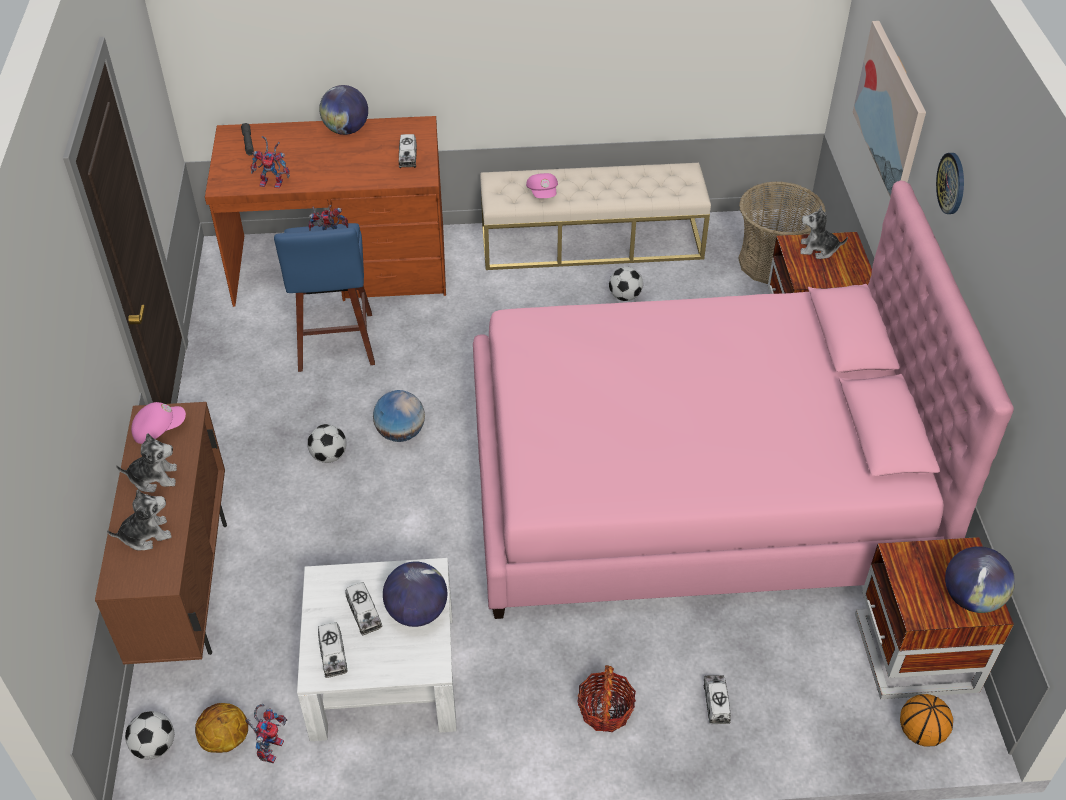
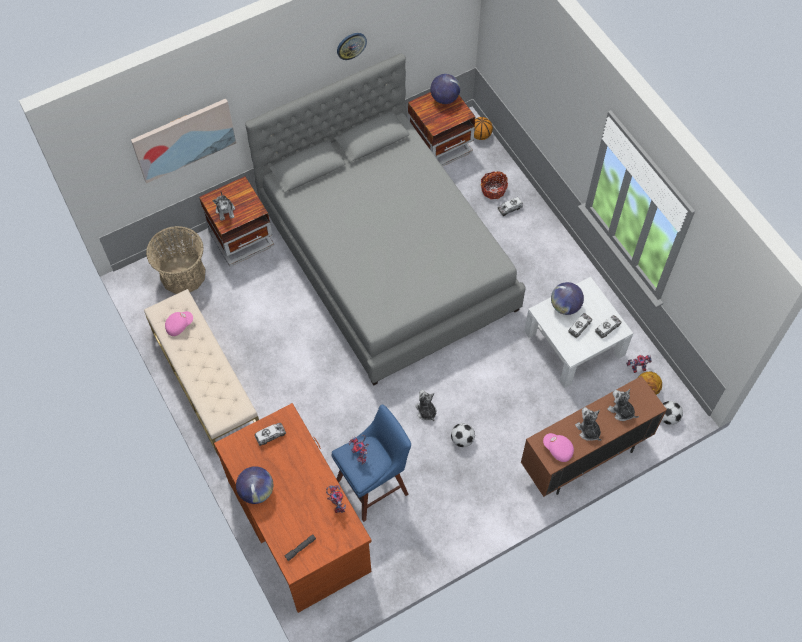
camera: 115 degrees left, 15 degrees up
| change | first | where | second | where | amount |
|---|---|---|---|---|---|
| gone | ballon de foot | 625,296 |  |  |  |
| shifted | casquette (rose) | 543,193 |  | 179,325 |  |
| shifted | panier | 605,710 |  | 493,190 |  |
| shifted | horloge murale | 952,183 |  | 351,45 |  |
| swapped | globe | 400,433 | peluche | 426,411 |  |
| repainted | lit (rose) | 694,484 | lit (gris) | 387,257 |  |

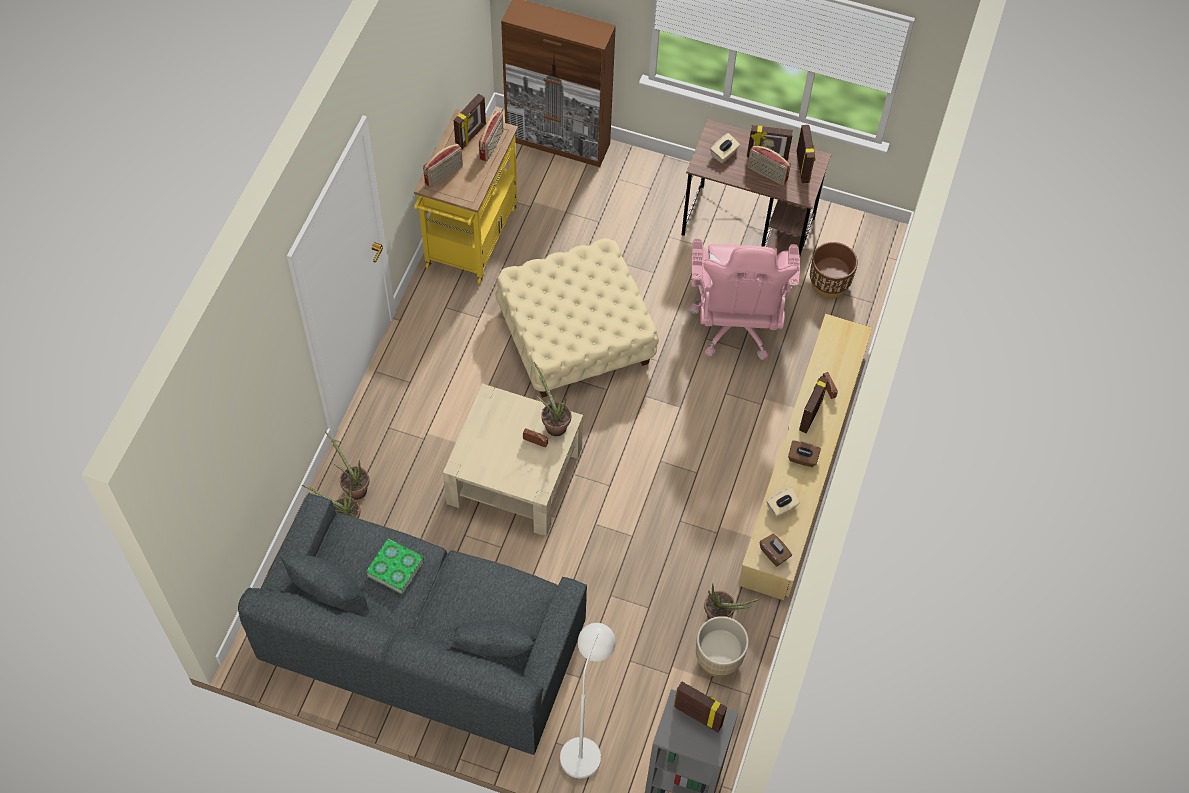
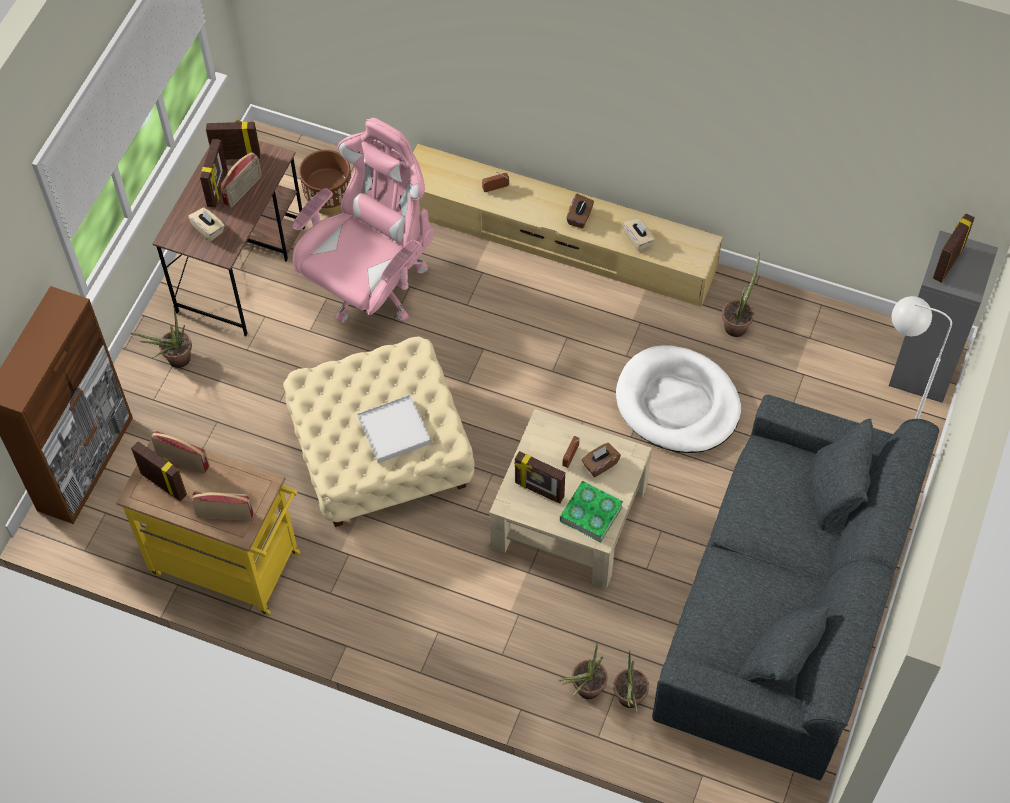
camera: 85 degrees left, 0 degrees up
| change | first | where | second | where | amount |
|---|---|---|---|---|---|
| gone | cache-pot (beige) | 718,658 |  |  |  |
| new |  |  | plateau (blanc) | 394,430 |  |
| new |  |  | panier pour chien (blanc) | 677,403 |  |
| shifted | livre | 395,568 |  | 591,514 |  |
| shifted | plante en pot | 553,423 |  | 174,361 |  |
| shifted | boîte à mouchoirs (marron) | 774,554 |  | 600,464 |  |
| shifted | cadre photo | 810,415 |  | 539,490 |  |
| rotated | radio | 444,175 |  | 225,514 | 45 degrees counterclockwise |
| rotated | chaise de bureau (rose) | 735,319 |  | 369,289 | 60 degrees counterclockwise |

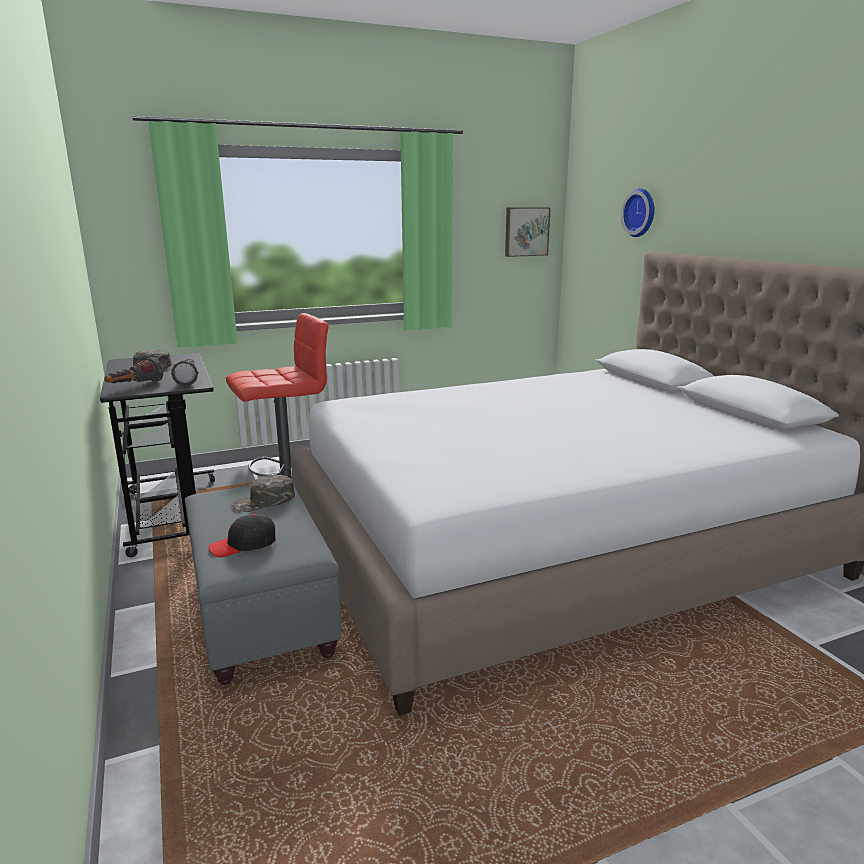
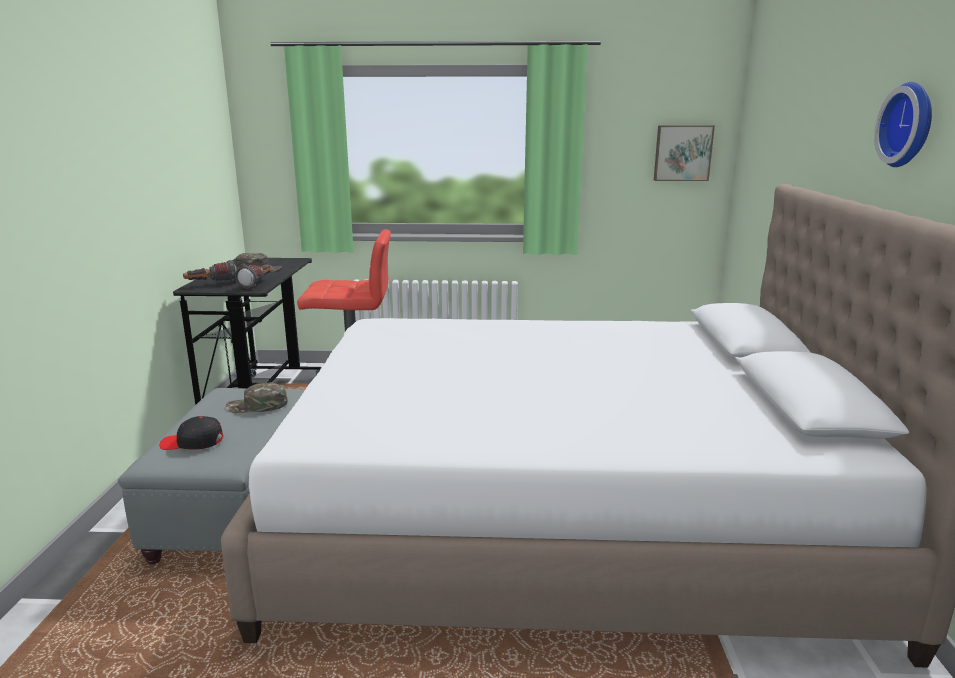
camera: 25 degrees right, 0 degrees up
| change | first | where | second | where | amount |
|---|---|---|---|---|---|
| shifted | horloge murale | 641,212 |  | 910,125 |  |

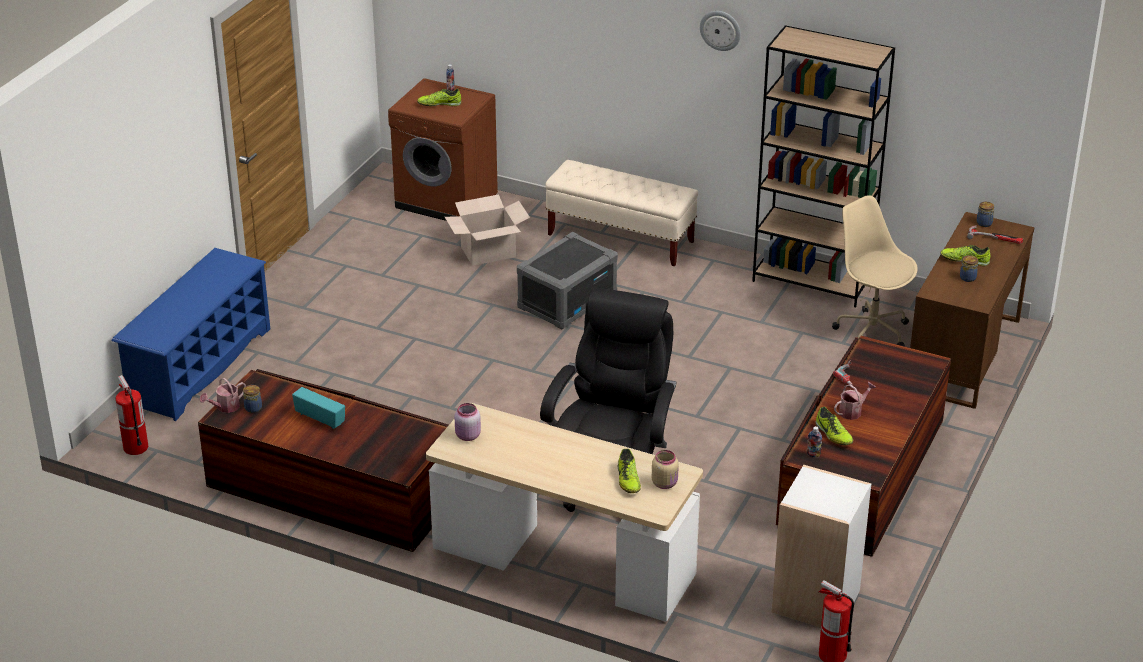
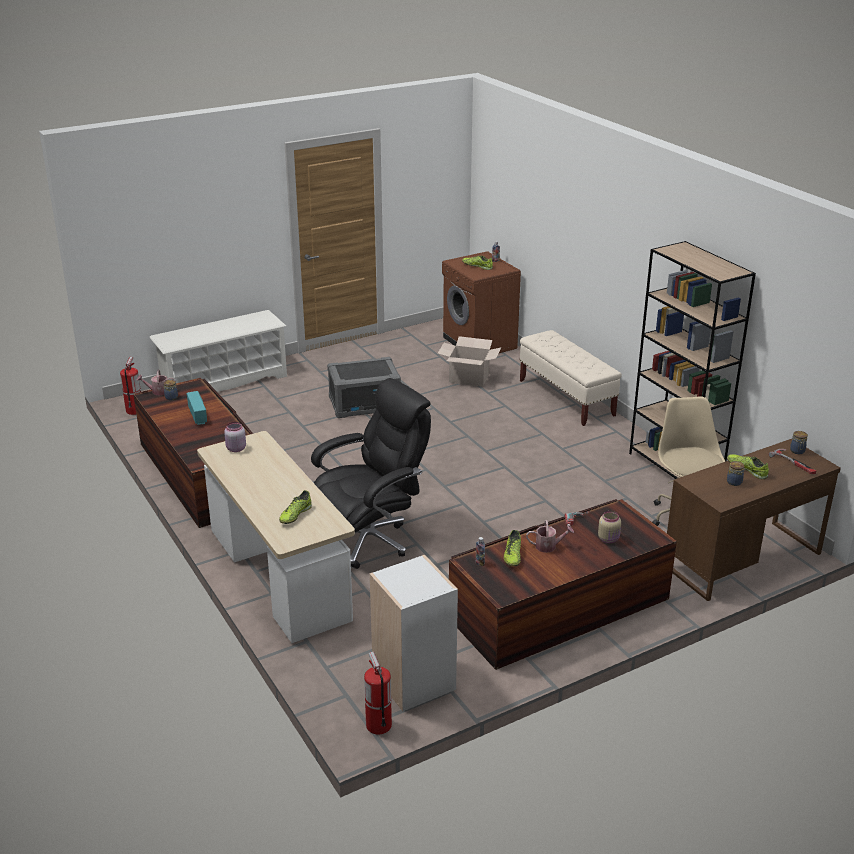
camera: 35 degrees right, 5 degrees down
| change | first | where | second | where | amount |
|---|---|---|---|---|---|
| gone | horloge murale | 720,30 |  |  |  |
| shifted | boîte de rangement (gris) | 567,301 |  | 364,404 |  |
| shifted | bocal (beige) | 665,483 |  | 609,539 |  |
| repainted | étagère à chaussures (bleu) | 199,366 | étagère à chaussures (blanc) | 224,382 |  |

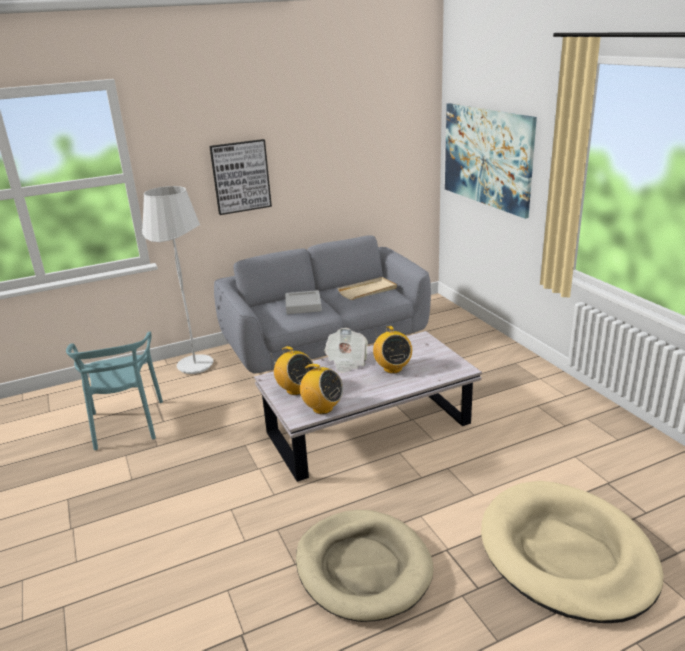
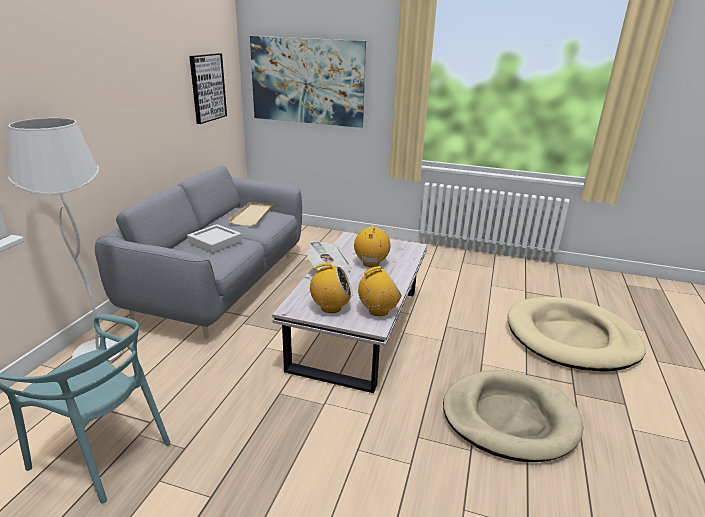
camera: 50 degrees left, 0 degrees up
| change | first | where | second | where | amount |
|---|---|---|---|---|---|
| shifted | tableau | 240,176 |  | 207,87 |  |
| rotated | radio | 392,368 |  | 371,263 | 105 degrees counterclockwise |

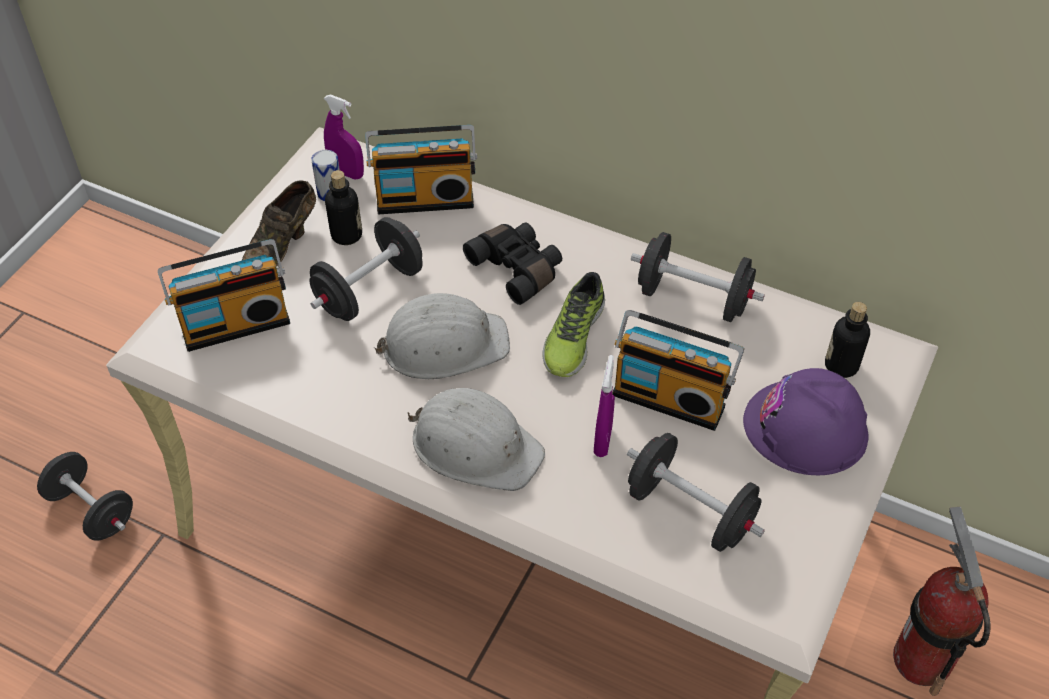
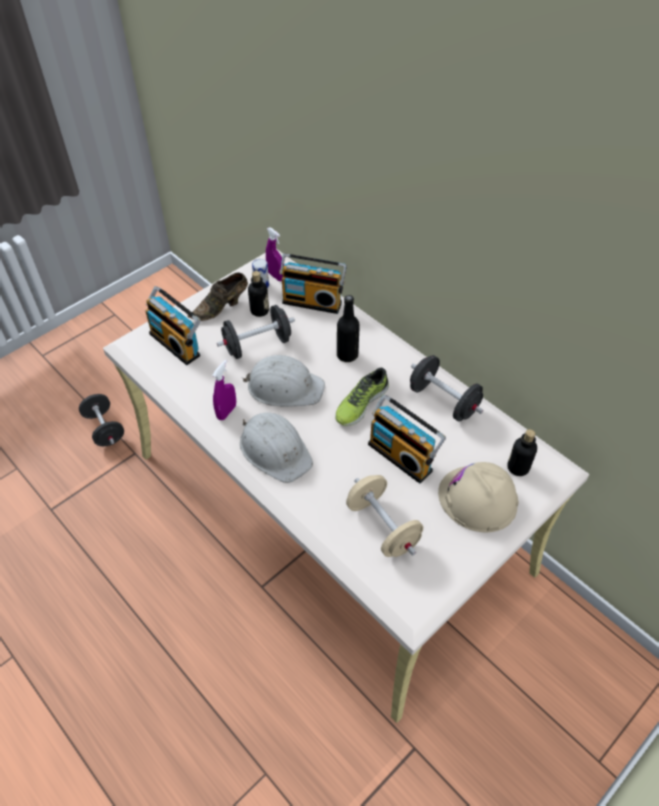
camera: 20 degrees right, 0 degrees up
| change | first | where | second | where | amount |
|---|---|---|---|---|---|
| gone | extincteur | 922,659 |  |  |  |
| shifted | vaporisateur (violet) | 602,440 |  | 226,412 |  |
| swapped | jumelles (noir) | 518,268 | bouteille (noir) | 347,355 |  |
| repainted | haltère (noir) | 690,511 | haltère (beige) | 382,527 |  |
| repainted | casque de chantier (violet) | 805,428 | casque de chantier (beige) | 477,499 |  |
| rotated | radio | 235,323 |  | 177,343 | 45 degrees clockwise |

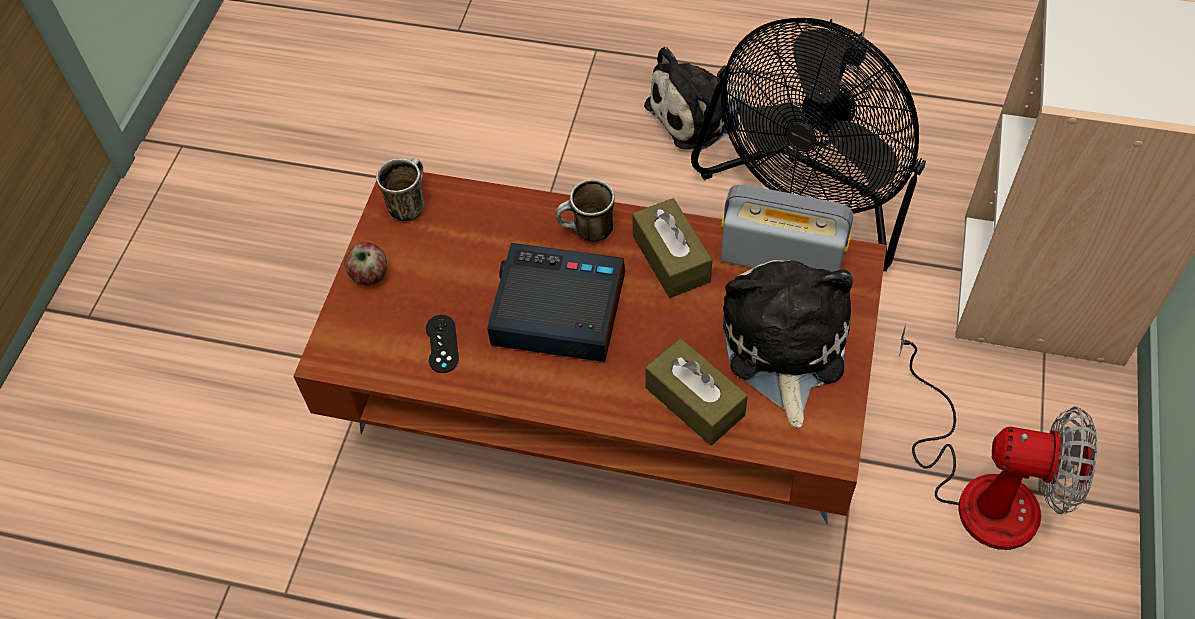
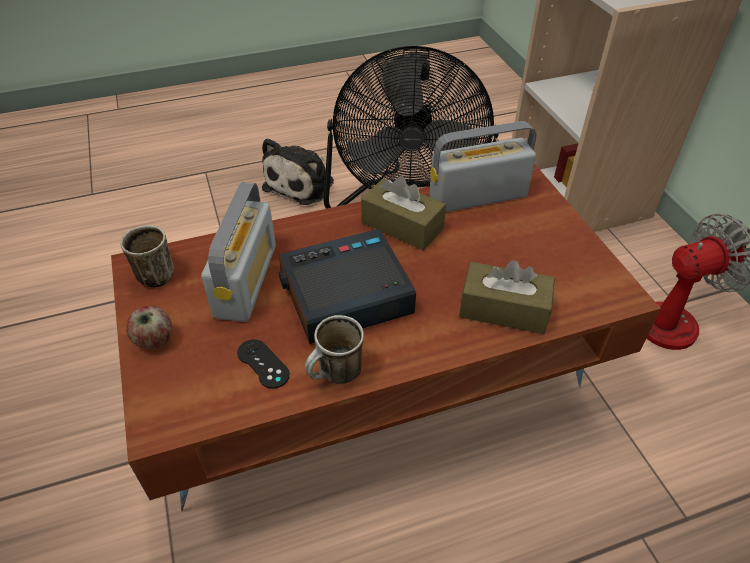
camera: 35 degrees left, 10 degrees down
| change | first | where | second | where | amount |
|---|---|---|---|---|---|
| gone | peluche | 783,348 |  |  |  |
| new |  |  | radio | 246,280 |  |
| shifted | mug | 587,233 |  | 336,376 |  |

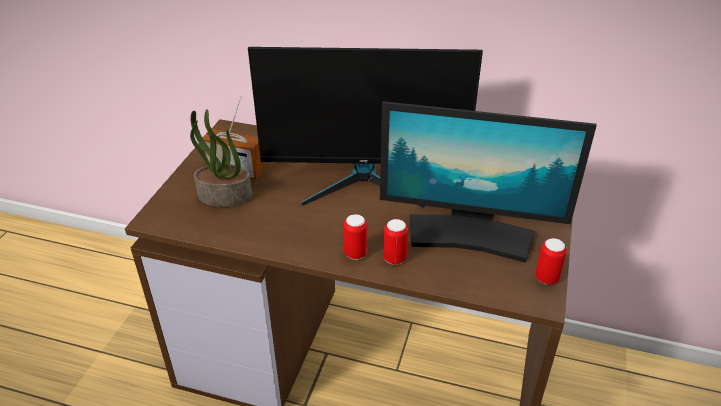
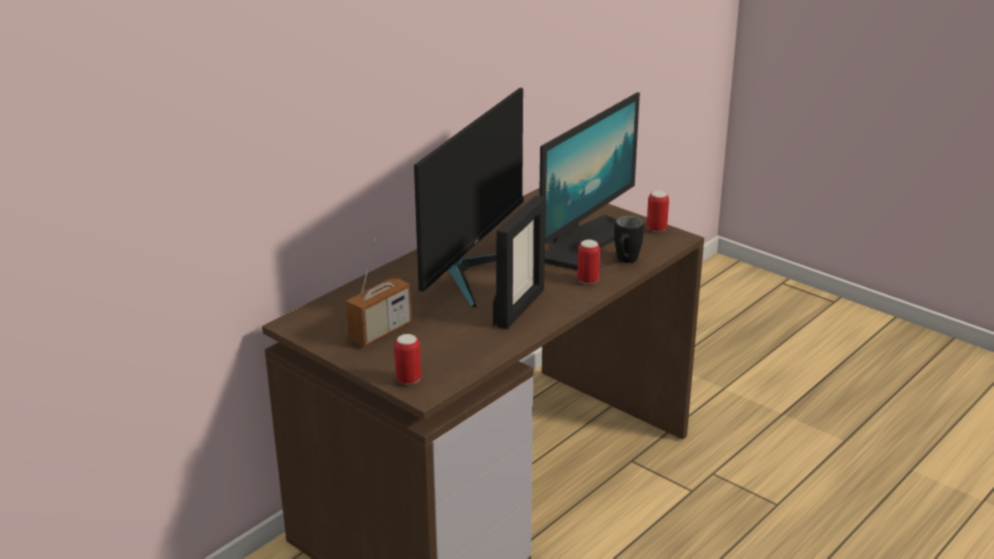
camera: 65 degrees left, 10 degrees down
| change | first | where | second | where | amount |
|---|---|---|---|---|---|
| gone | plante en pot | 224,196 |  |  |  |
| new |  |  | cadre photo | 519,307 |  |
| new |  |  | mug (noir) | 625,261 |  |
| shifted | boîte métallique | 355,253 |  | 408,380 |  |

